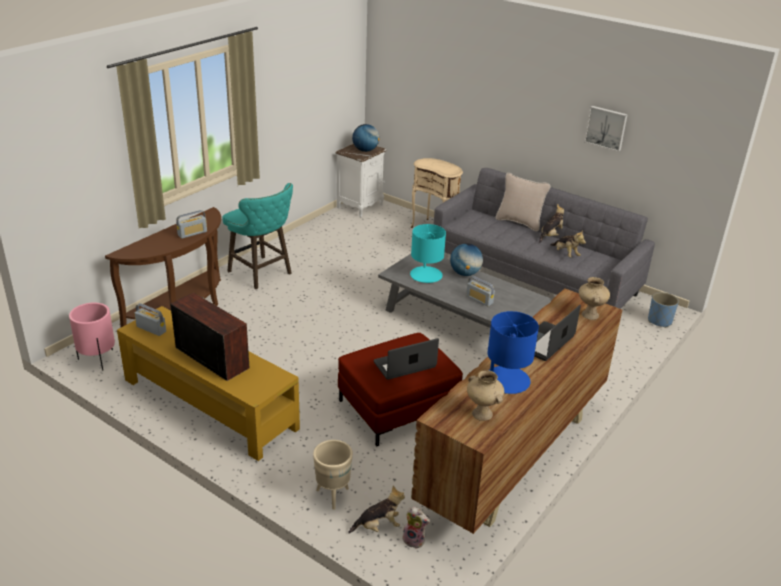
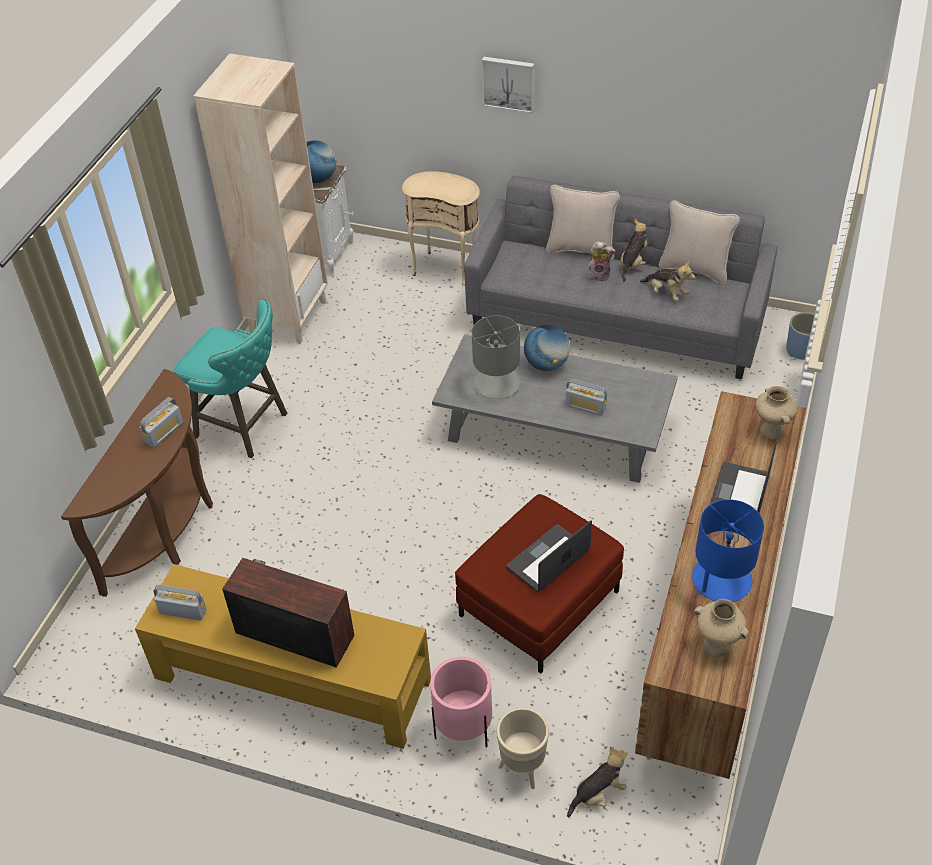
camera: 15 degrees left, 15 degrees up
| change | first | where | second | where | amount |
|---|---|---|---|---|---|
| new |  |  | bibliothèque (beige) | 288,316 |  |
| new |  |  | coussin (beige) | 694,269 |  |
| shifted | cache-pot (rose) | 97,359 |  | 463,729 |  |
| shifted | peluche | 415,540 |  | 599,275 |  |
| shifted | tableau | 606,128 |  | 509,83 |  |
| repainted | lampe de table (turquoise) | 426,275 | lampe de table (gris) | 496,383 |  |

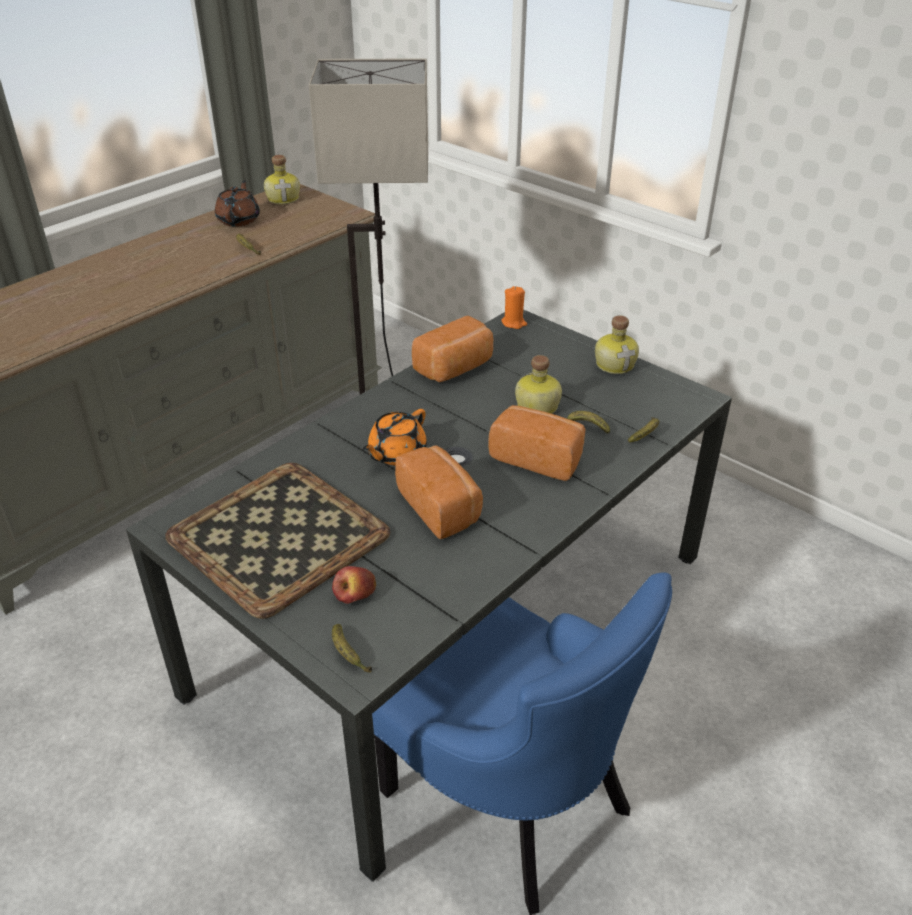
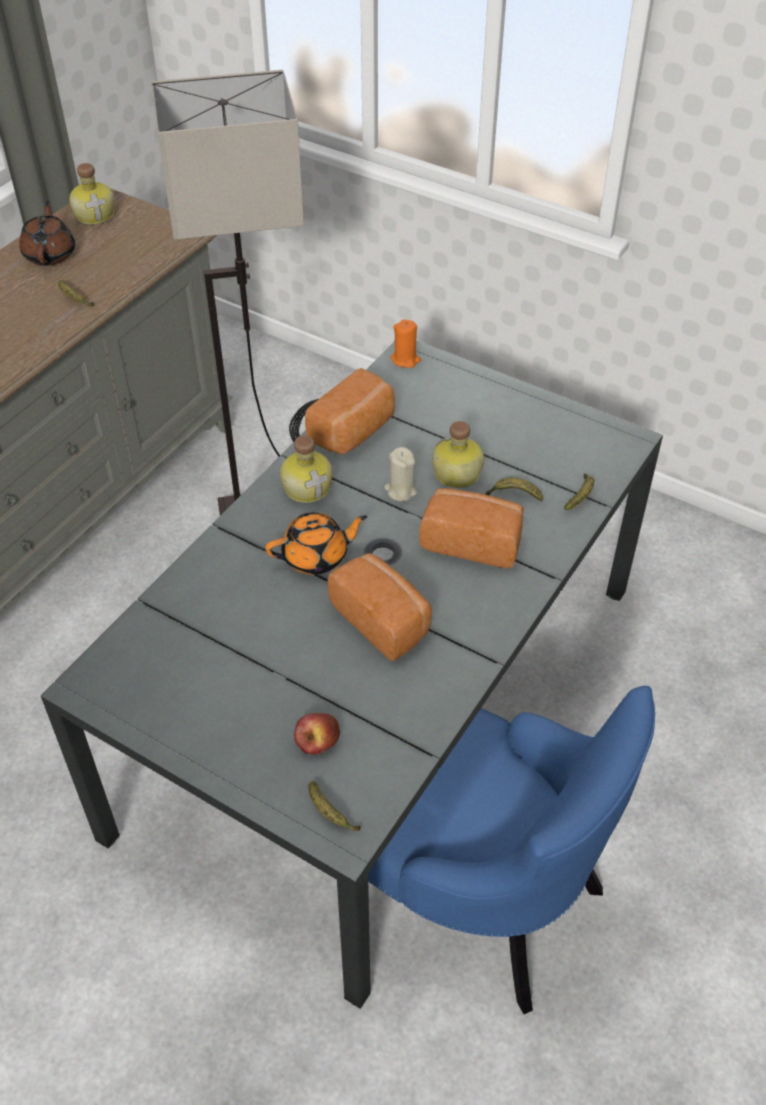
camera: 10 degrees left, 10 degrees up
| change | first | where | second | where | amount |
|---|---|---|---|---|---|
| gone | plateau | 279,534 |  |  |  |
| new |  |  | bougie (beige) | 400,490 |  |
| shifted | bouteille | 615,364 |  | 308,486 |  |
| rotated | théière (orange) | 396,454 |  | 316,556 | 135 degrees counterclockwise |

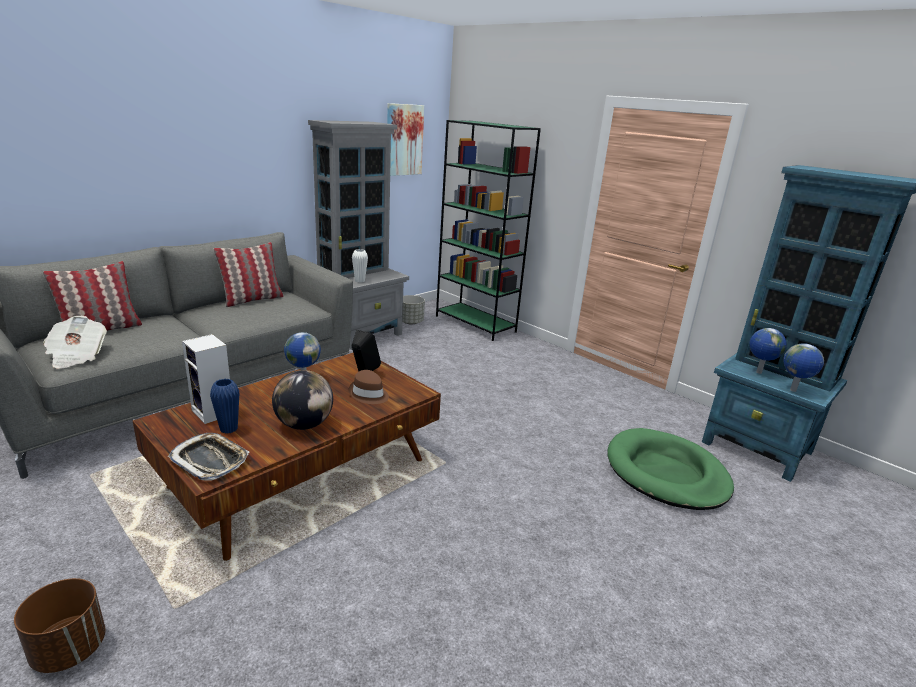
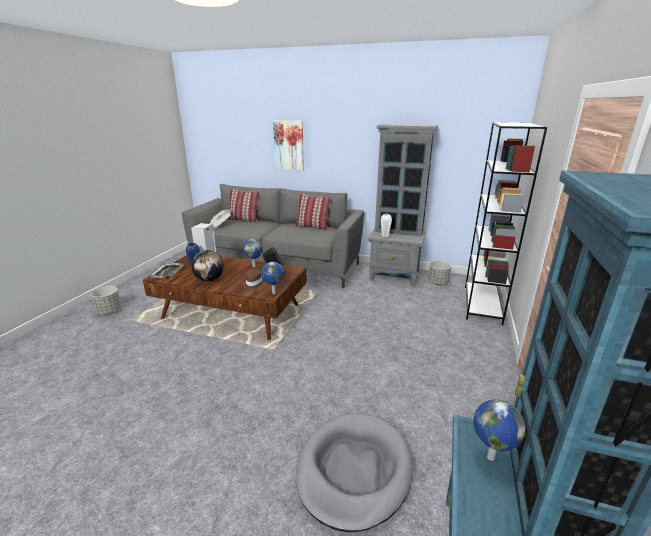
camera: 65 degrees right, 0 degrees up
| change | first | where | second | where | amount |
|---|---|---|---|---|---|
| shifted | tableau | 404,140 |  | 289,145 |  |
| shifted | globe | 793,390 |  | 273,293 |  |
| repainted | cache-pot (marron) | 70,649 | cache-pot (gris) | 109,311 |  |
| repainted | bibliothèque (vert) | 476,324 | bibliothèque (blanc) | 482,304 |  |
| repainted | panier pour chien (vert) | 666,473 | panier pour chien (gris) | 353,470 |  |

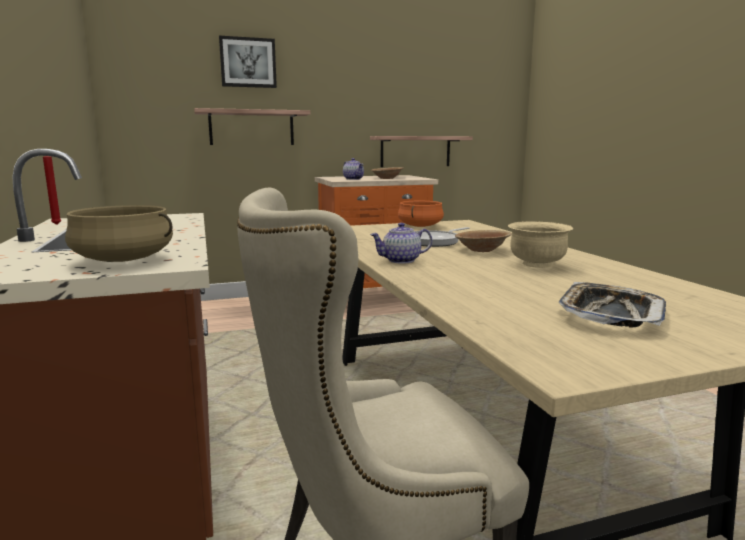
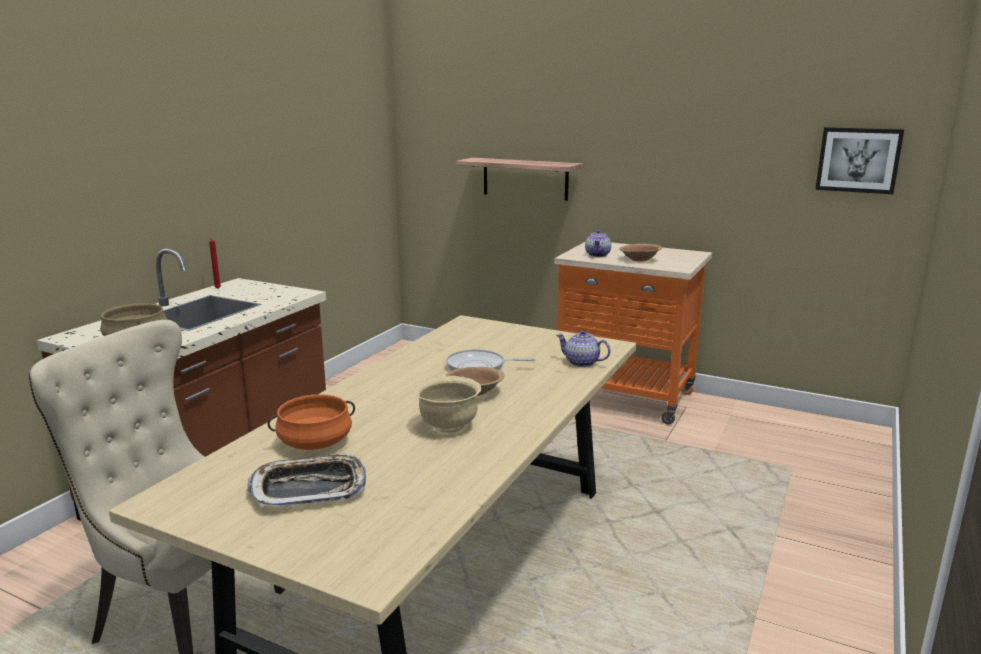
camera: 45 degrees right, 5 degrees up
| change | first | where | second | where | amount |
|---|---|---|---|---|---|
| gone | étagère | 415,151 |  |  |  |
| shifted | tableau | 248,62 |  | 858,160 |  |
| shifted | théière | 401,260 |  | 581,362 |  |
| shifted | marmite (orange) | 420,226 |  | 315,442 |  |

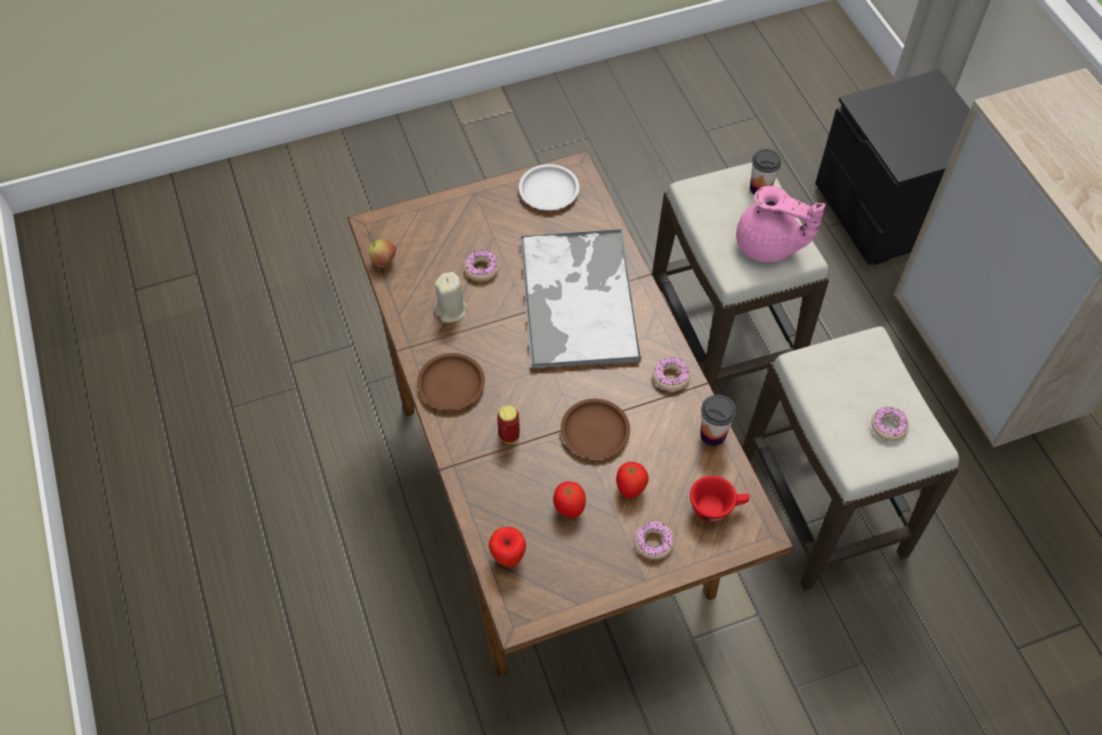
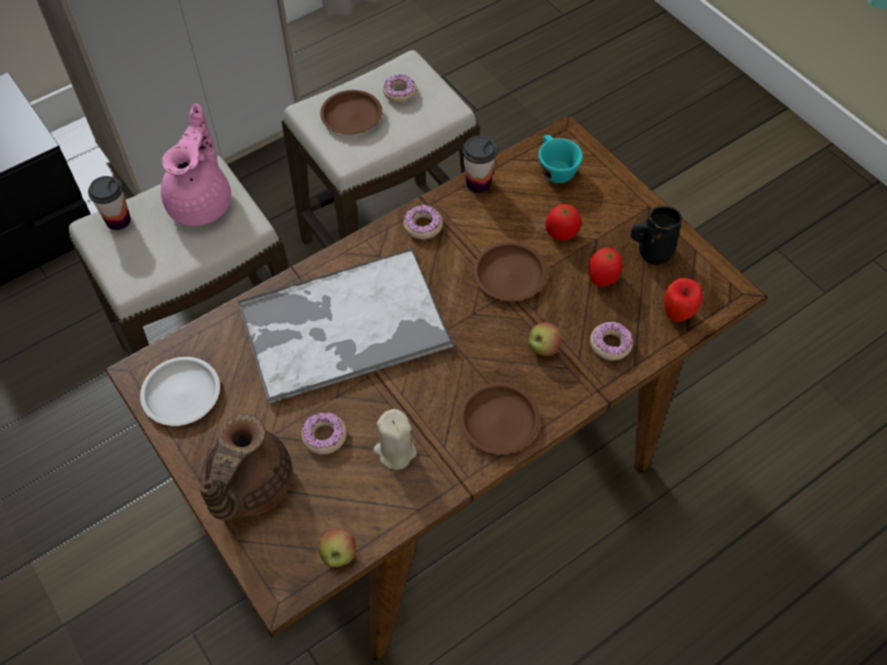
camera: 105 degrees left, 0 degrees up
| change | first | where | second | where | amount |
|---|---|---|---|---|---|
| new |  |  | théière (marron) | 249,486 |  |
| new |  |  | assiette (marron) | 351,116 |  |
| new |  |  | mug (noir) | 652,252 |  |
| shifted | beignet | 653,542 |  | 610,344 |  |
| swapped | boîte métallique | 509,435 | pomme | 543,348 |  |
| repainted | tasse (rouge) | 716,507 | tasse (turquoise) | 554,168 |  |

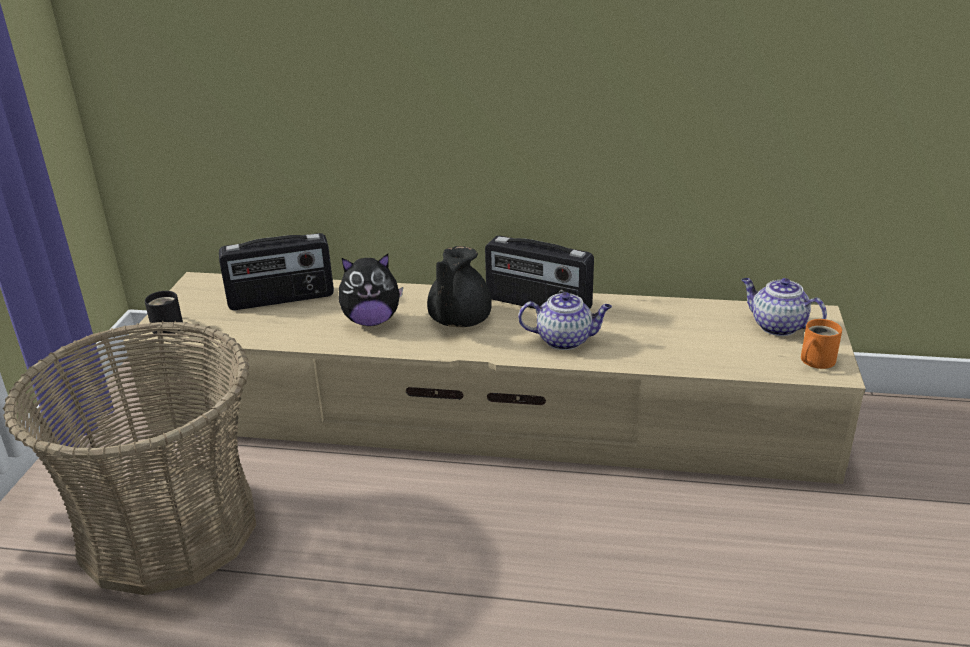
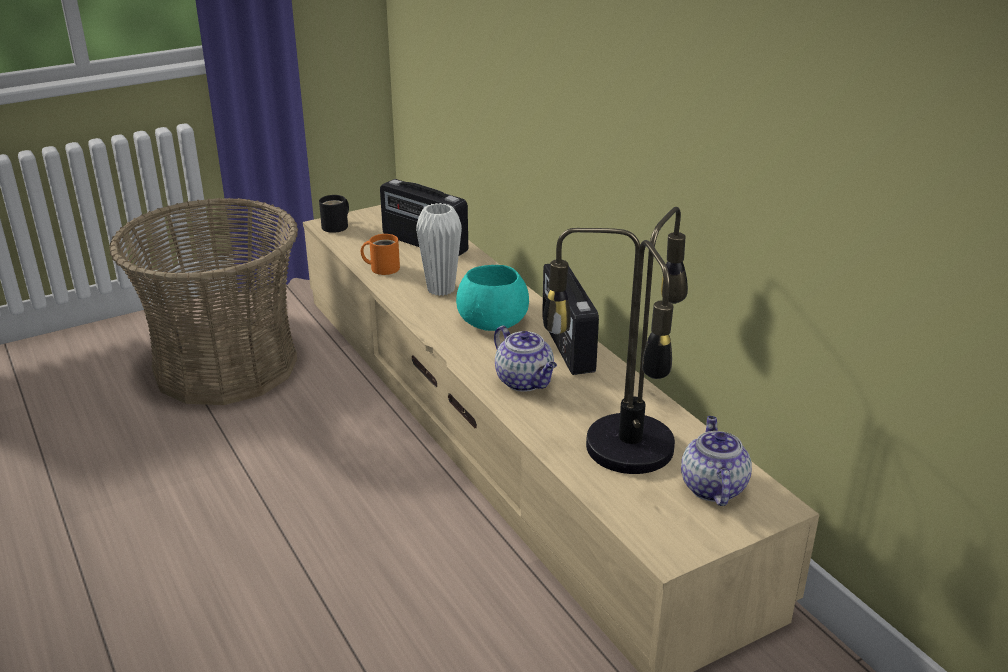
camera: 50 degrees right, 0 degrees up
| change | first | where | second | where | amount |
|---|---|---|---|---|---|
| new |  |  | lampe de table | 627,446 |  |
| shifted | mug (orange) | 814,360 |  | 382,267 |  |
| swapped | peluche | 371,321 | vase (blanc) | 441,289 |  |
| swapped | théière (noir) | 457,319 | bol (turquoise) | 491,322 |  |

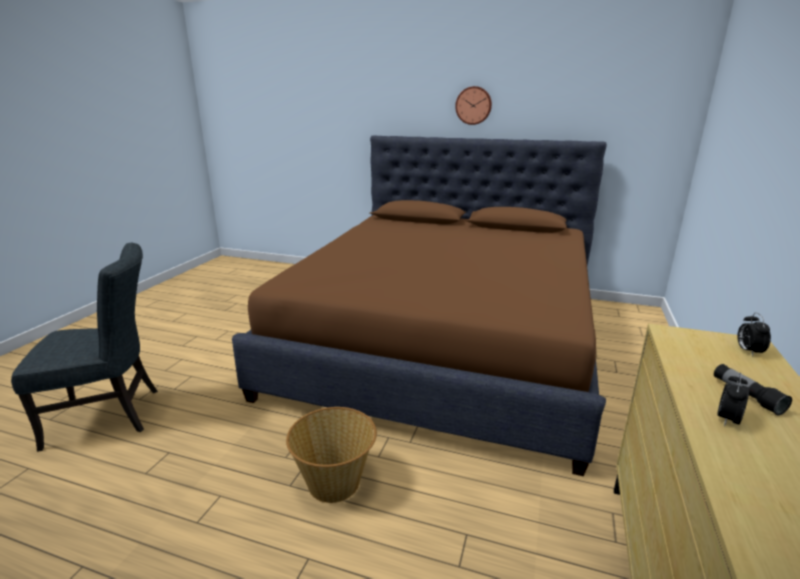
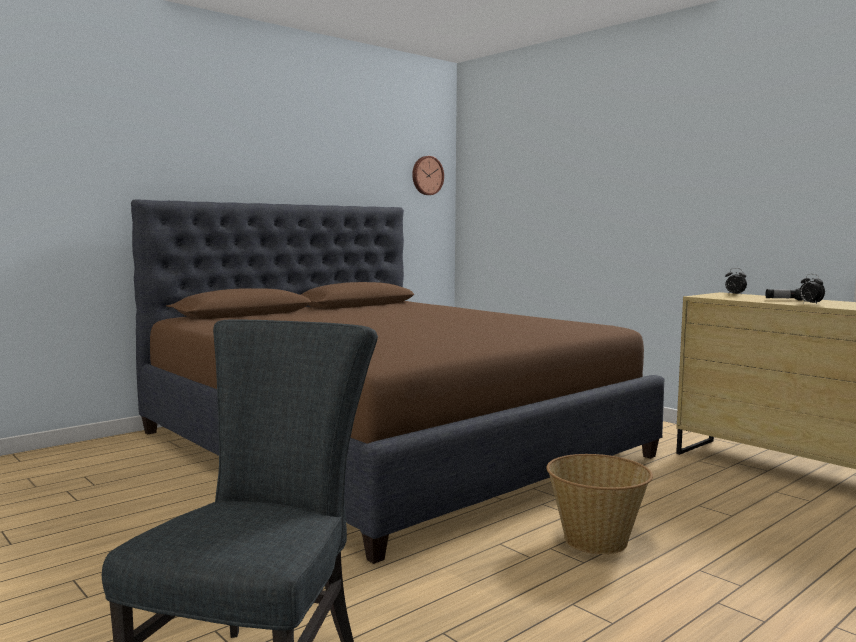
camera: 60 degrees left, 15 degrees down
| change | first | where | second | where | amount |
|---|---|---|---|---|---|
| shifted | horloge murale | 473,105 |  | 426,175 |  |

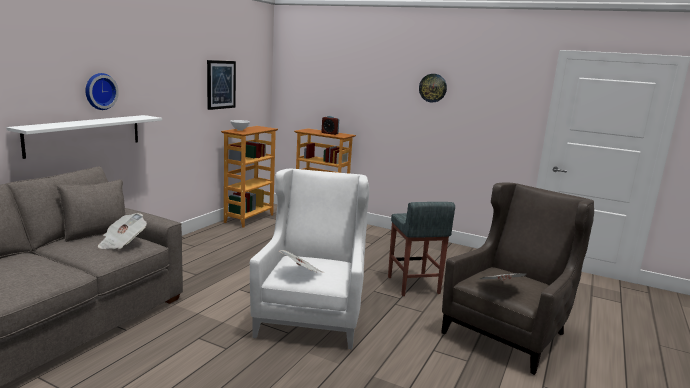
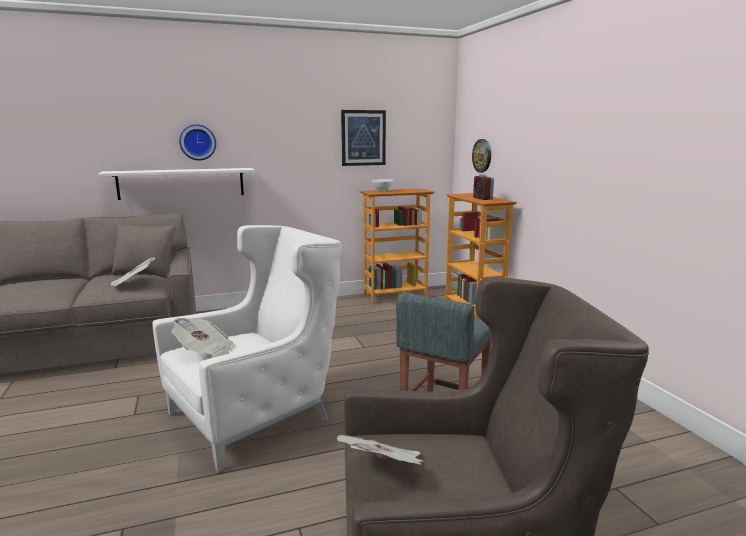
camera: 45 degrees right, 0 degrees up
| change | first | where | second | where | amount |
|---|---|---|---|---|---|
| shifted | horloge murale | 433,88 |  | 482,155 |  |

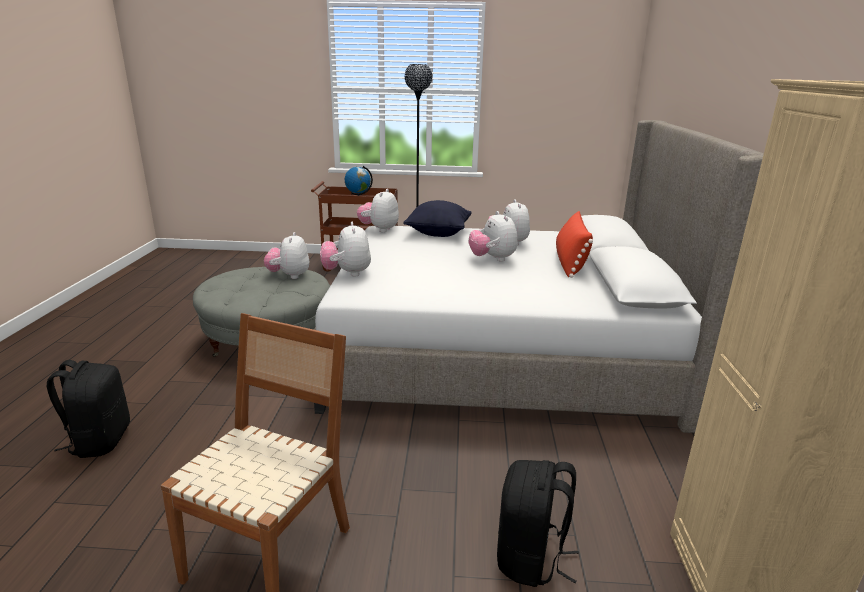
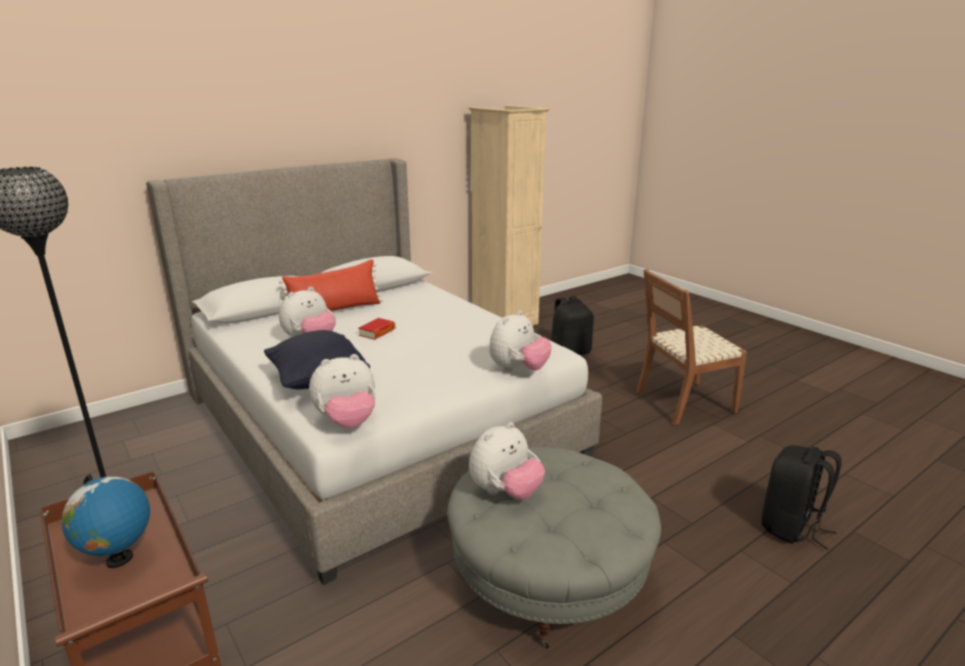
camera: 130 degrees left, 0 degrees up
| change | first | where | second | where | amount |
|---|---|---|---|---|---|
| swapped | peluche | 492,259 | livre | 377,332 |  |

